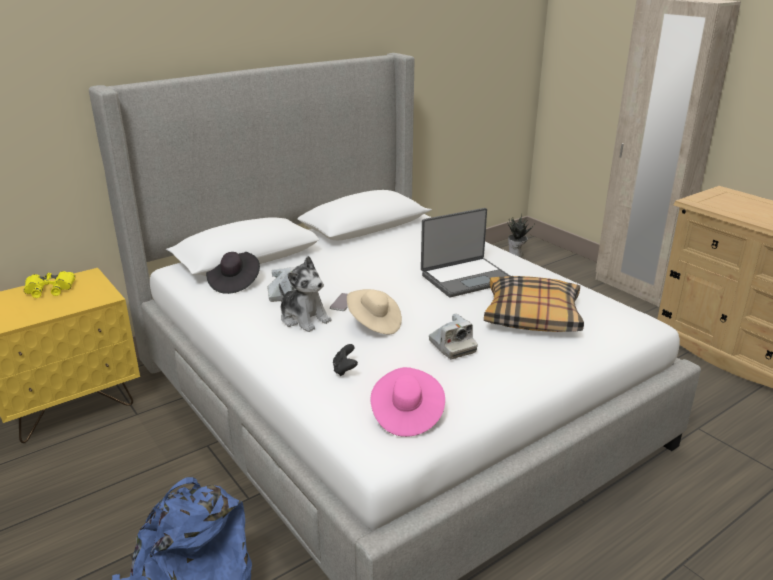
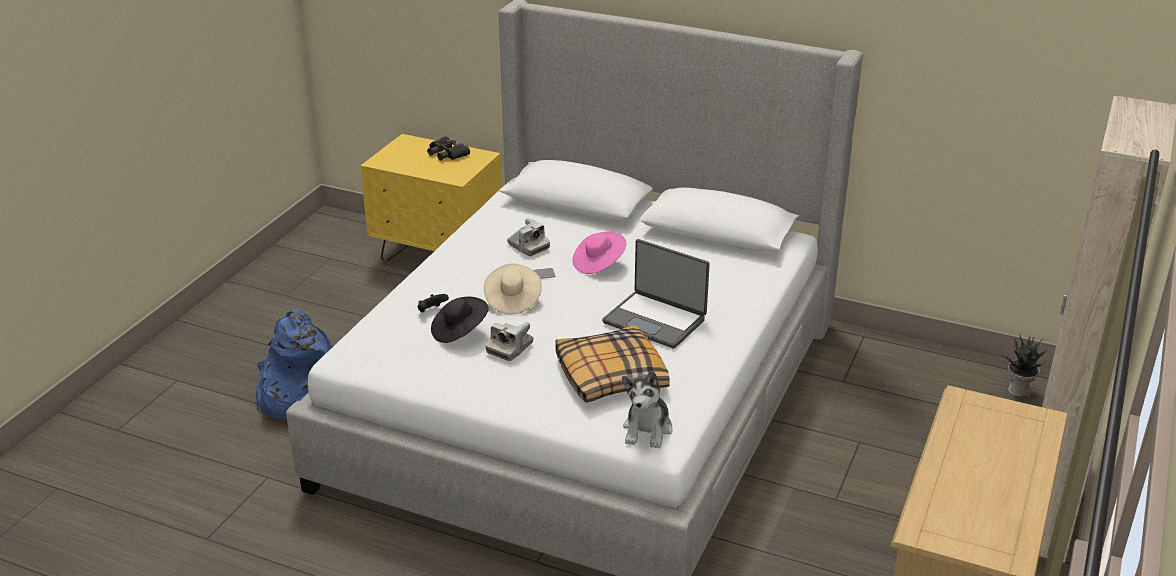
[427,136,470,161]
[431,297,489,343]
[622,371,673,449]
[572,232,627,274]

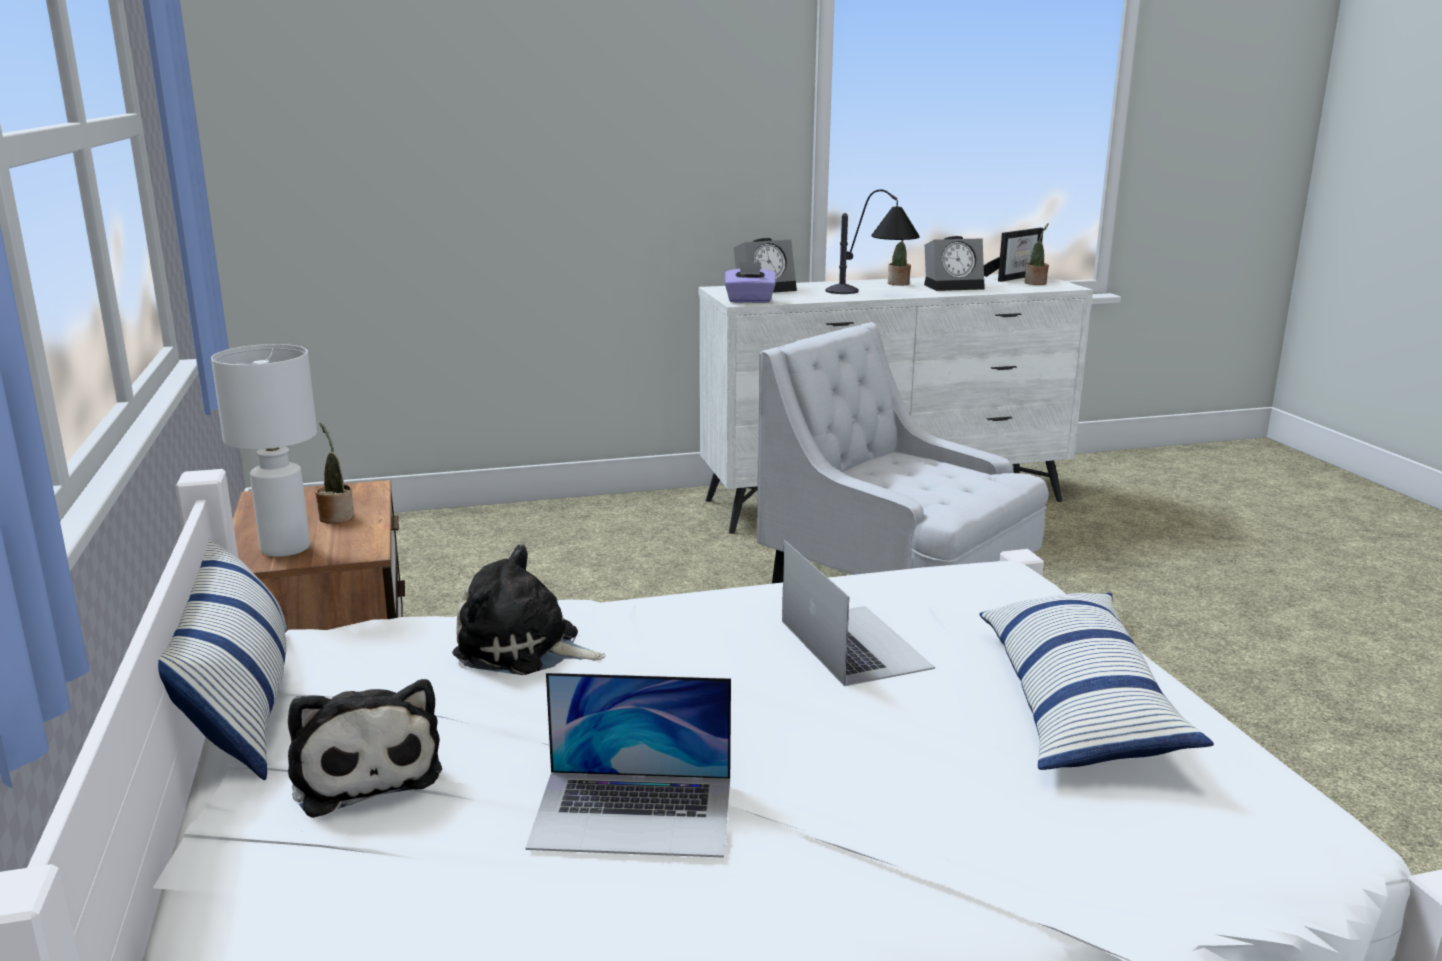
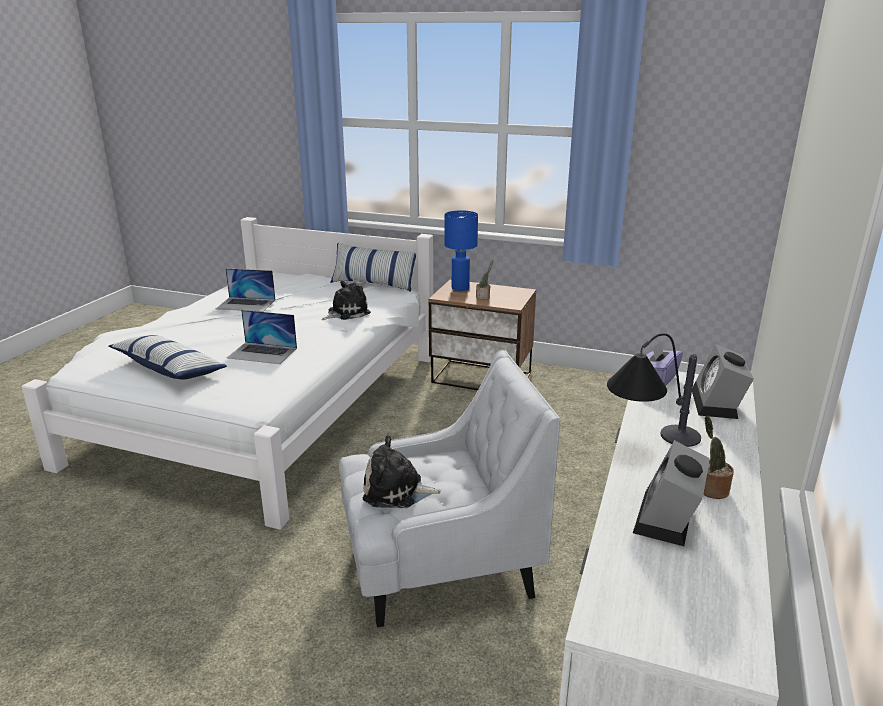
[444,210,478,291]
[363,435,441,508]
[216,268,275,312]
[984,228,1043,282] (first image)
[1024,223,1049,285] (first image)

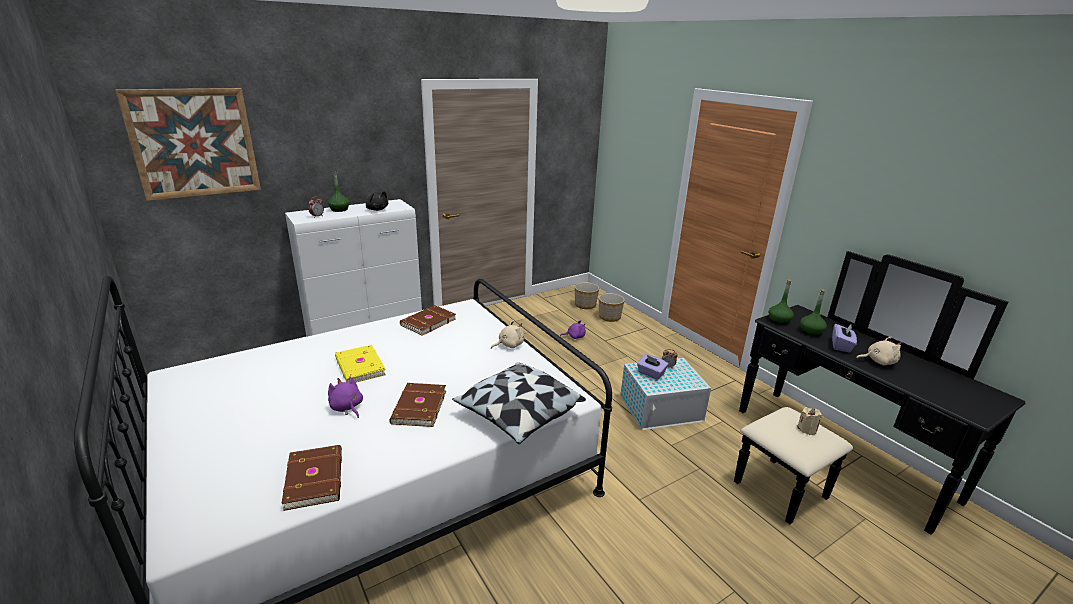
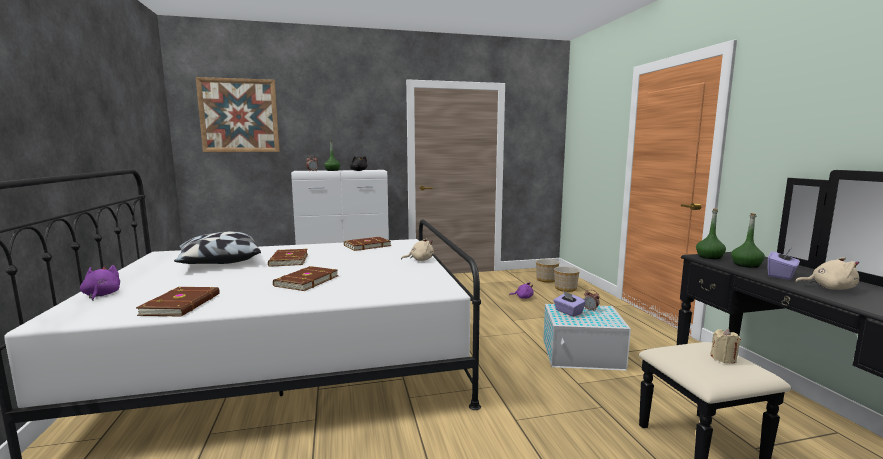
[80,265,120,301]
[268,249,308,267]
[174,231,261,264]

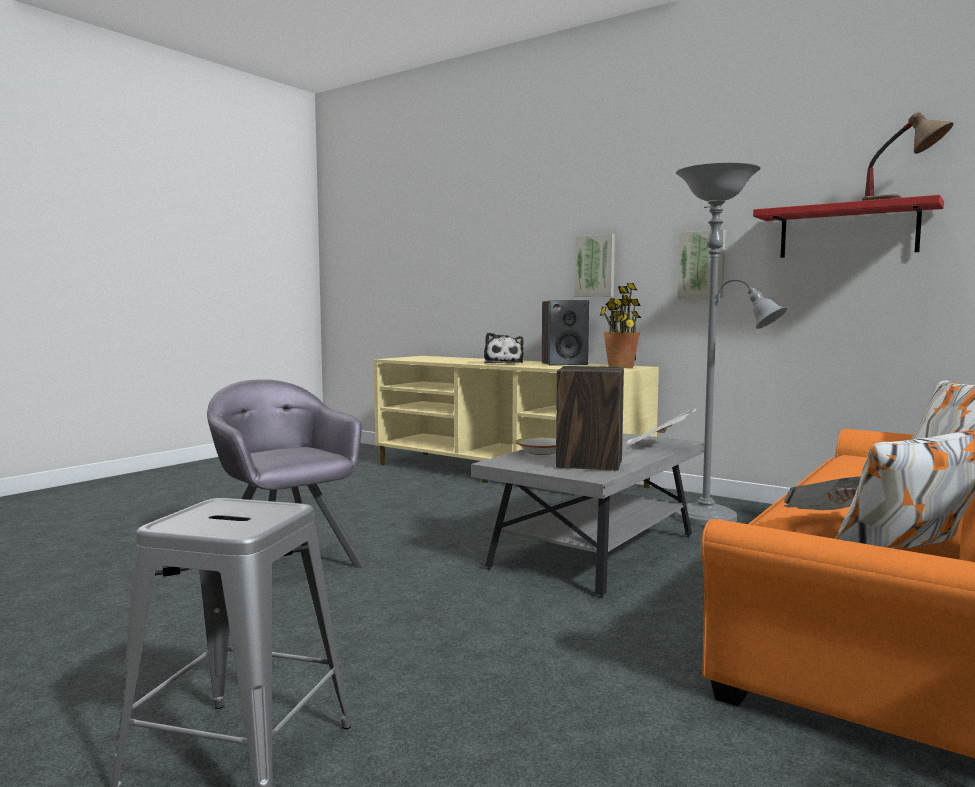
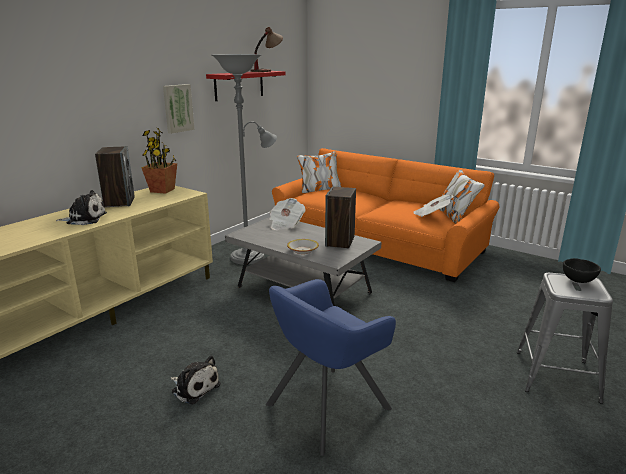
[266,279,396,456]
[574,234,615,297] (first image)
[171,355,221,404]
[563,258,601,283]

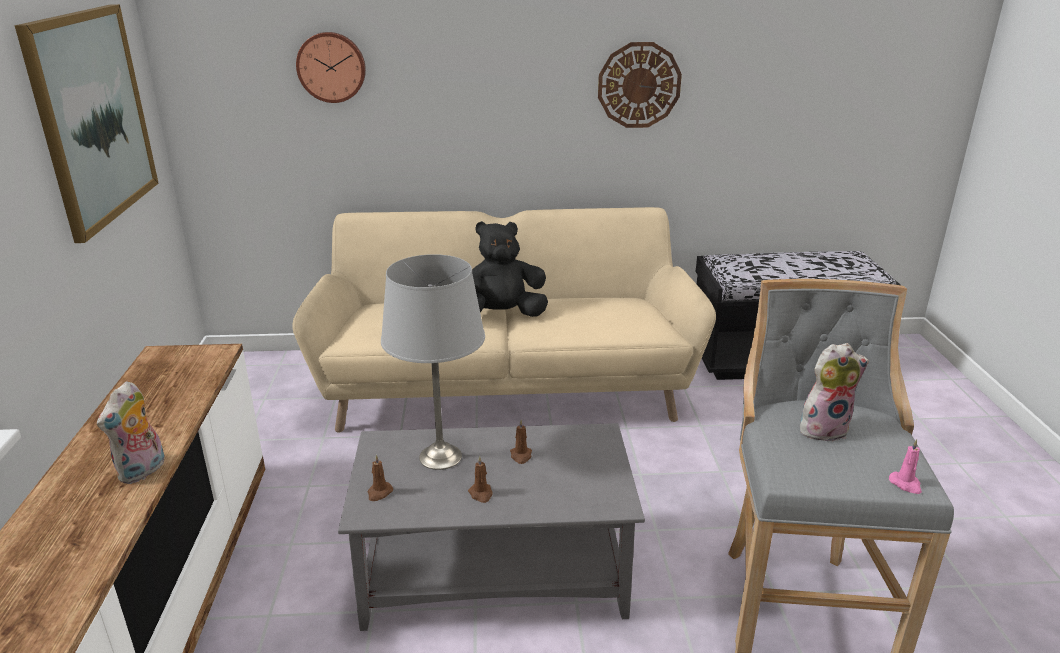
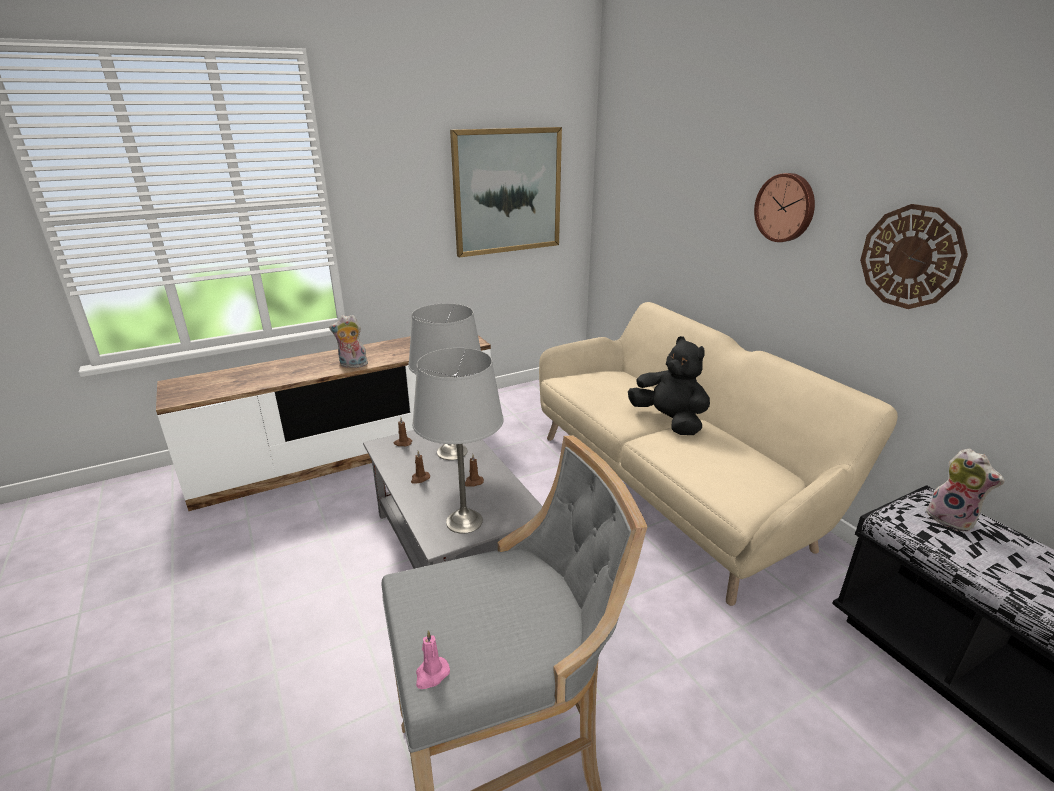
[754,173,815,242]
[926,448,1005,531]
[412,348,504,534]

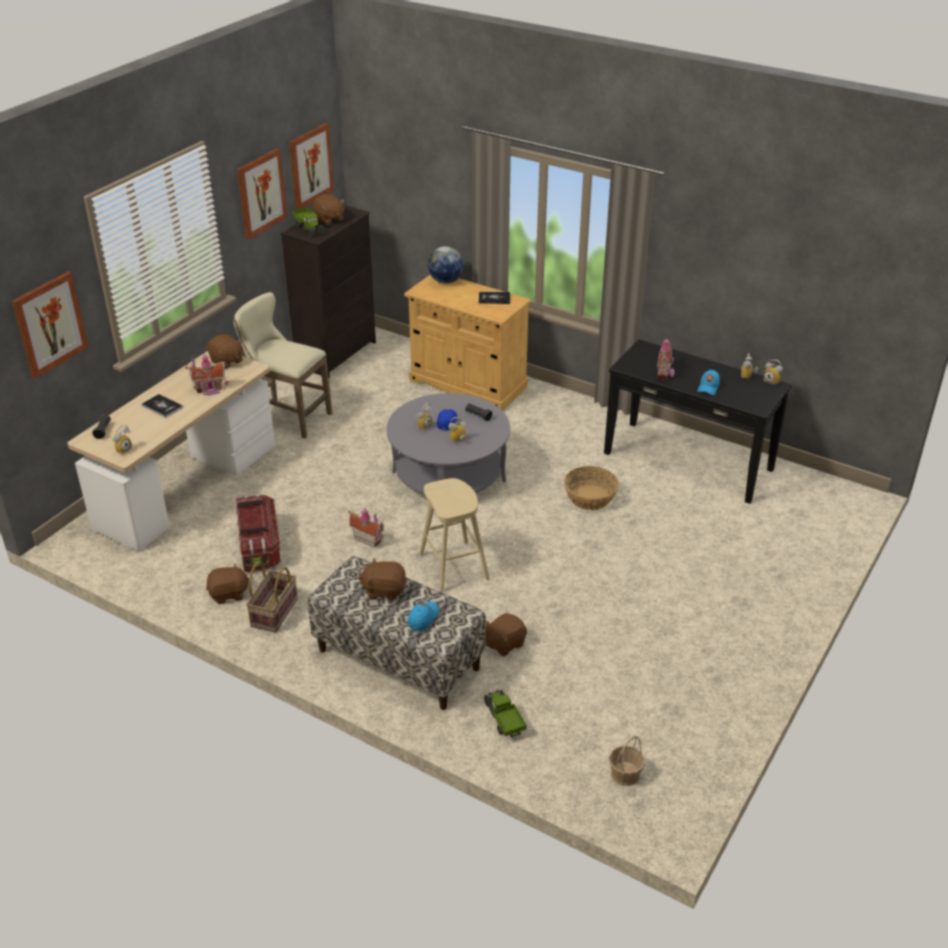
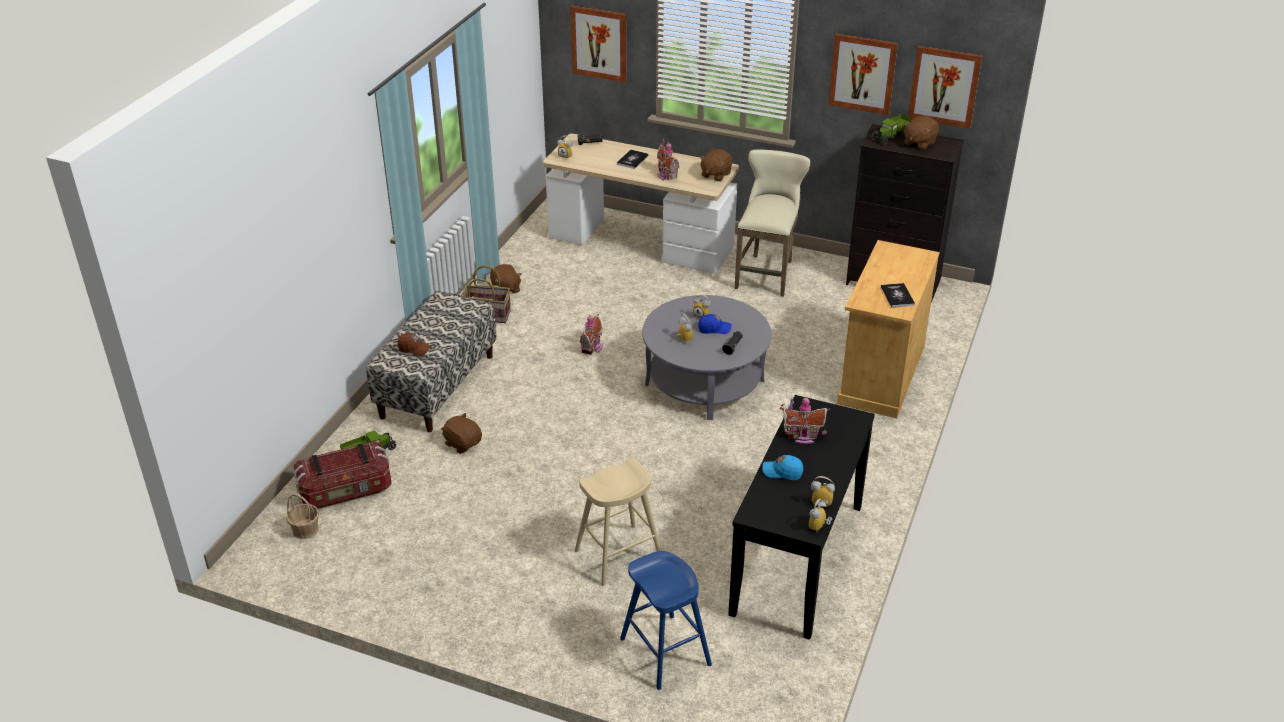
[294,441,392,509]
[358,558,407,601] (first image)
[398,333,431,356]
[575,458,661,586]
[428,246,464,284] (first image)
[564,466,619,510] (first image)
[620,551,712,690]

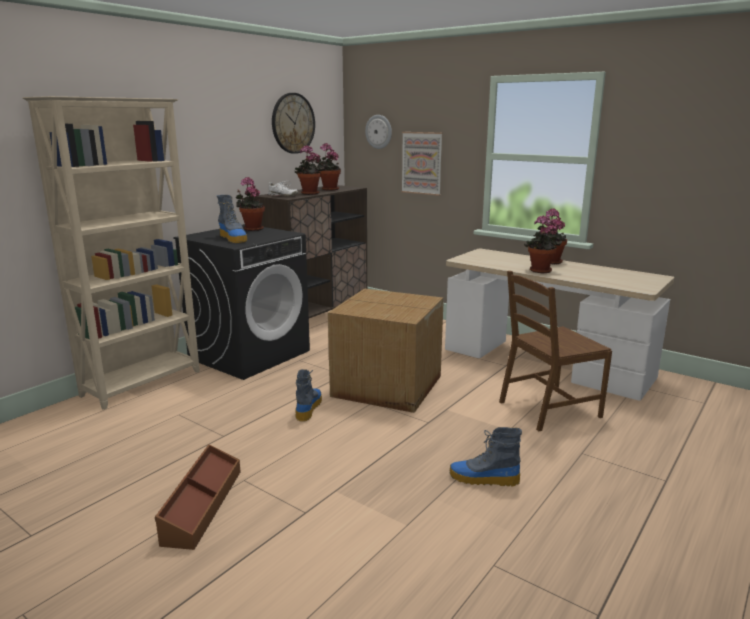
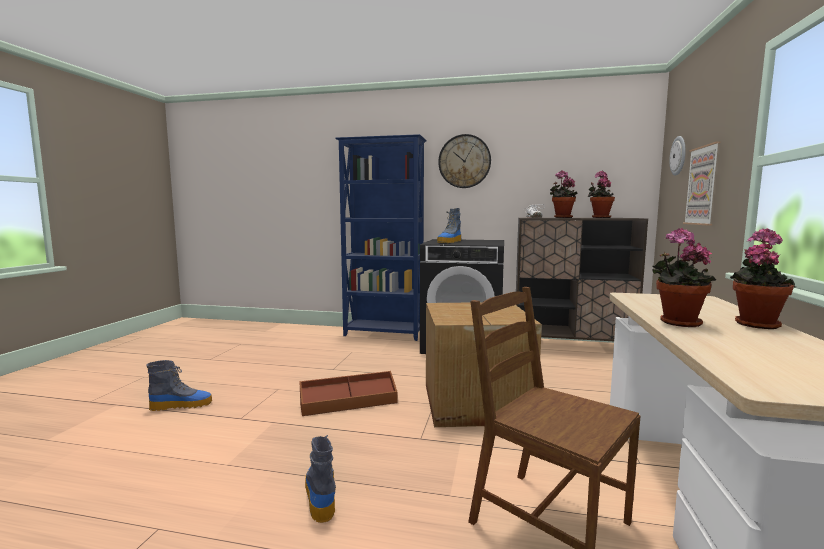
[335,134,427,341]
[299,371,398,416]
[236,177,265,231] (first image)
[438,134,491,188]
[146,360,212,411]

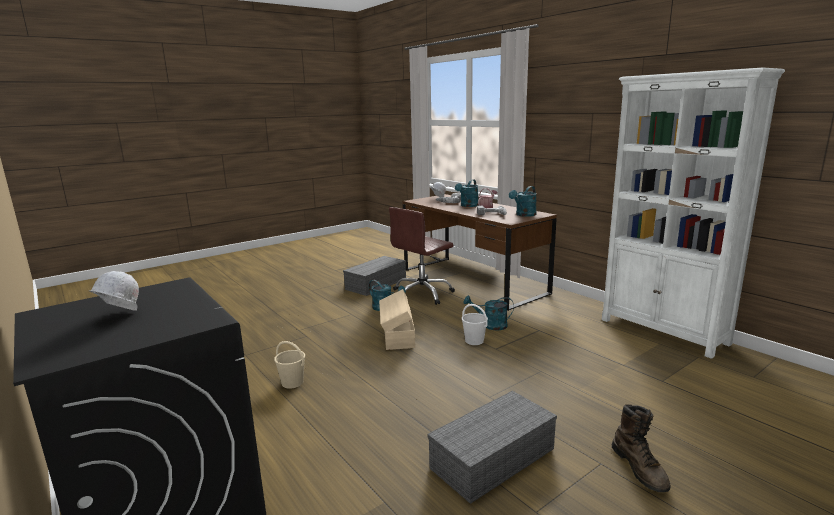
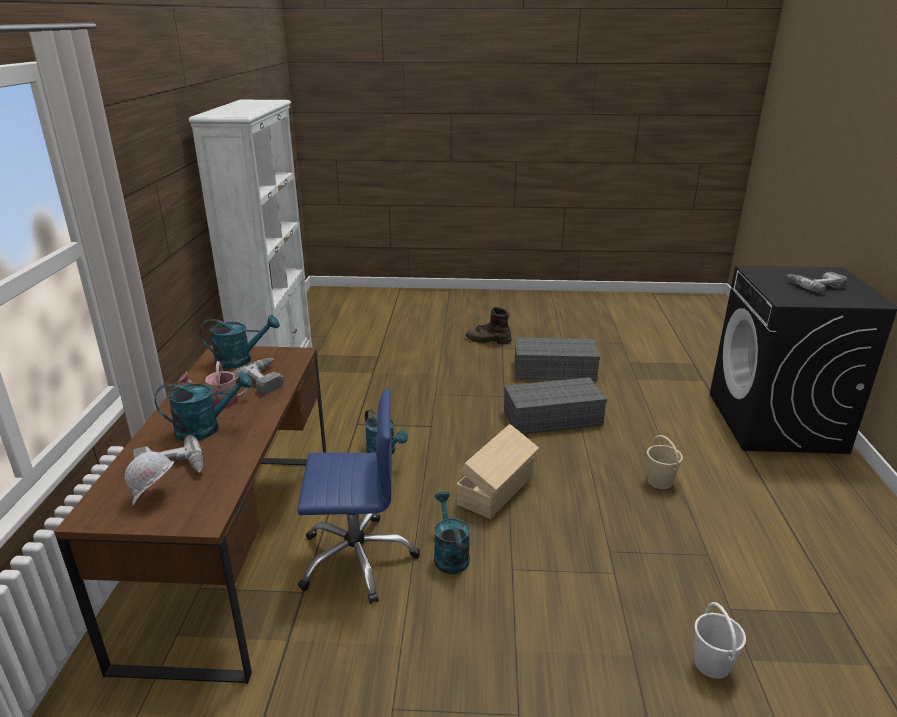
[787,272,848,293]
[504,377,607,434]
[298,388,420,604]
[694,602,746,679]
[466,307,511,344]

